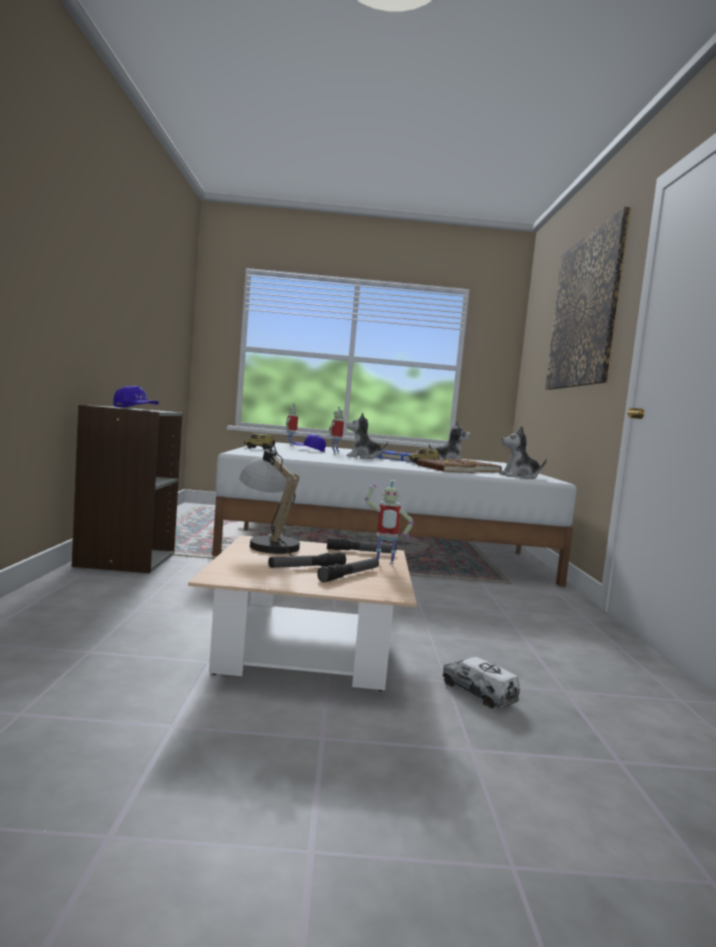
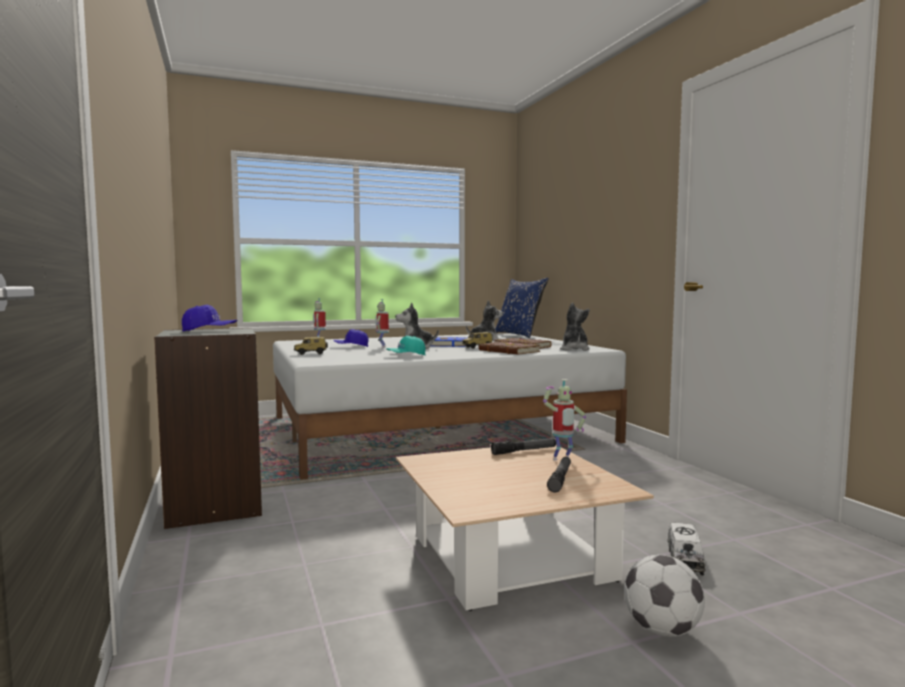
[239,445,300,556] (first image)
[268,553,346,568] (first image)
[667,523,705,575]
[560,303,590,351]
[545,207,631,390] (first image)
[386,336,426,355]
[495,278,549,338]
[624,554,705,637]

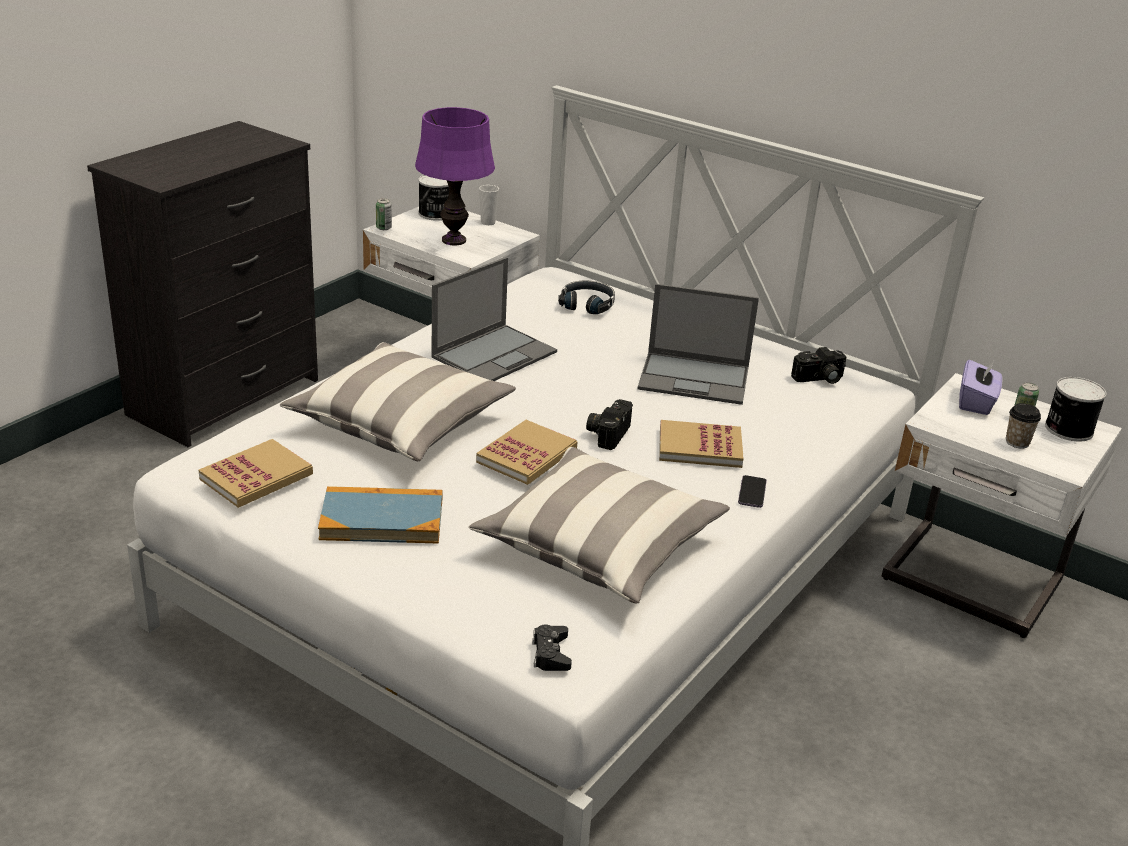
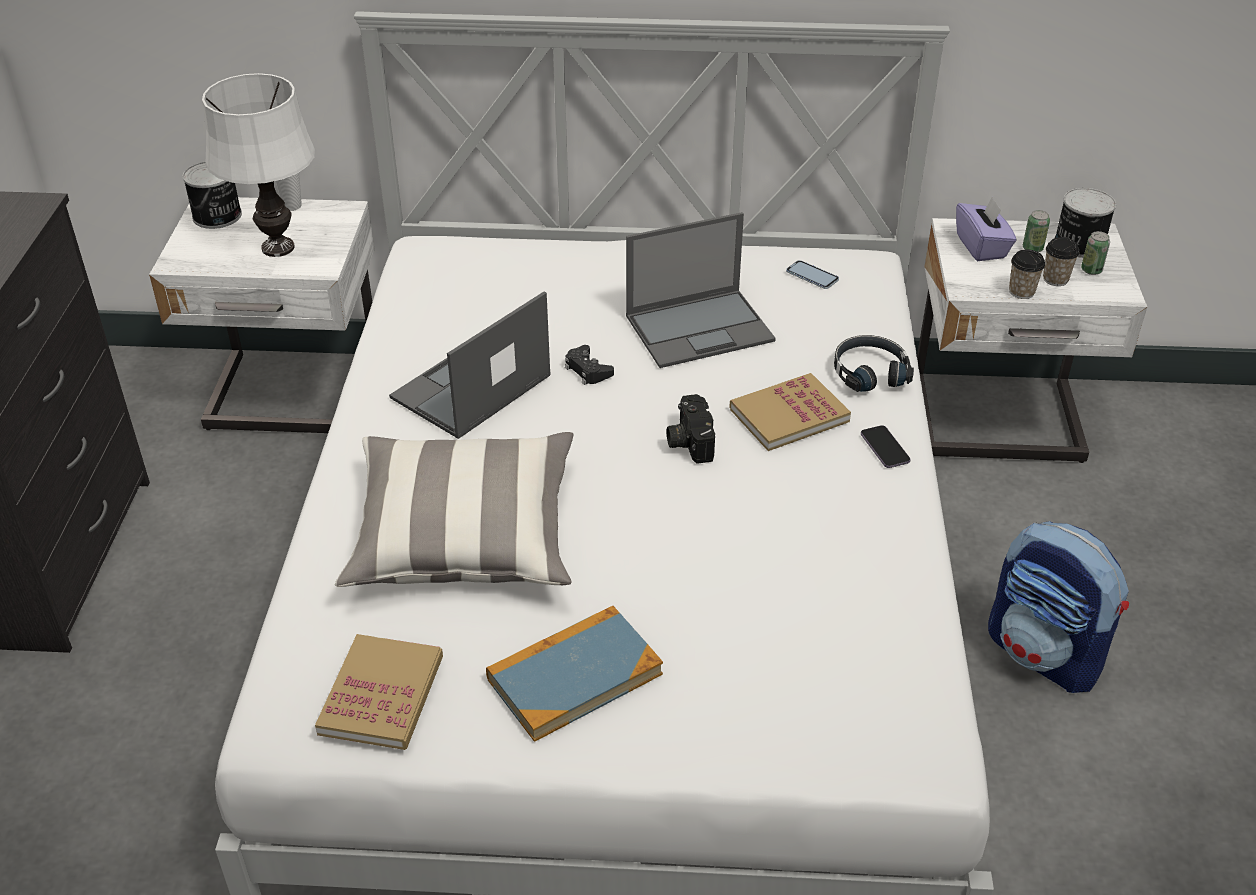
[1081,231,1110,275]
[202,73,315,257]
[389,292,551,439]
[469,447,730,604] (first image)
[476,420,577,485] (first image)
[565,345,614,385]
[834,335,914,392]
[786,260,839,289]
[988,521,1129,693]
[1009,249,1045,299]

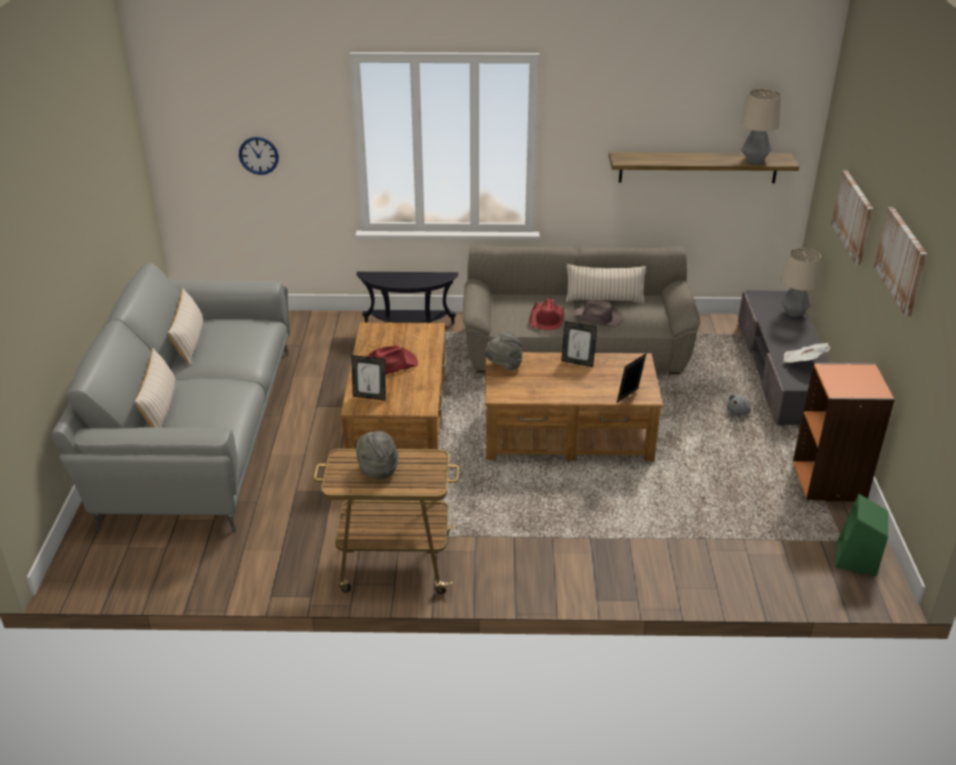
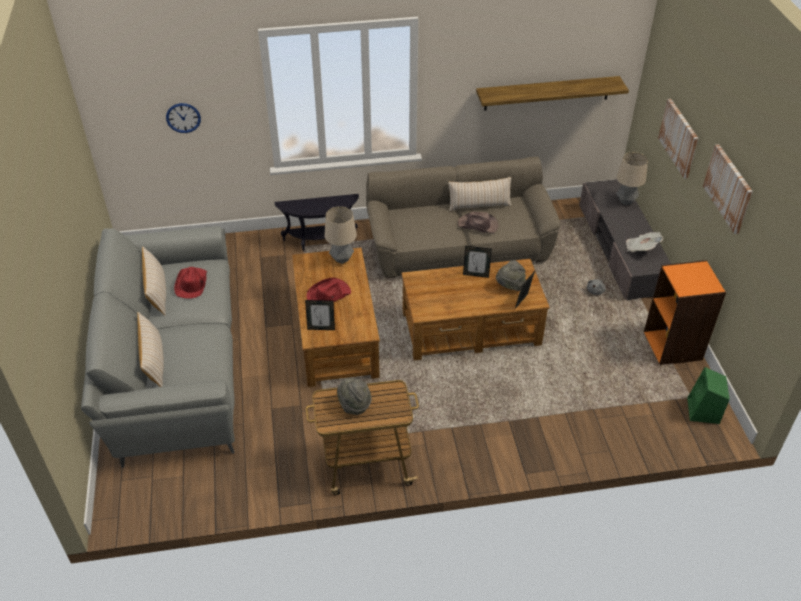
[496,260,526,291]
[174,267,207,299]
[324,206,357,264]

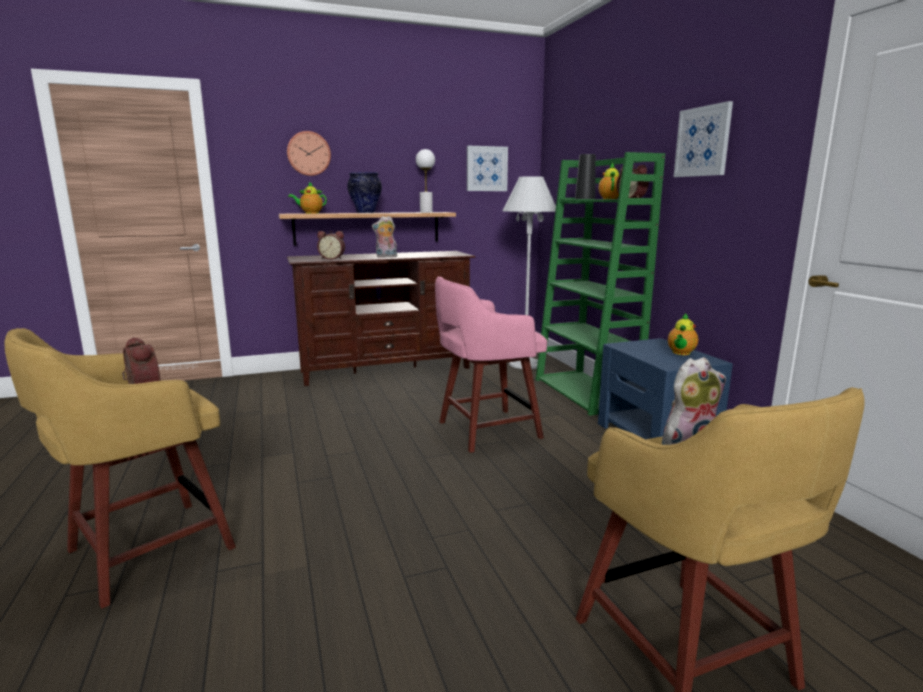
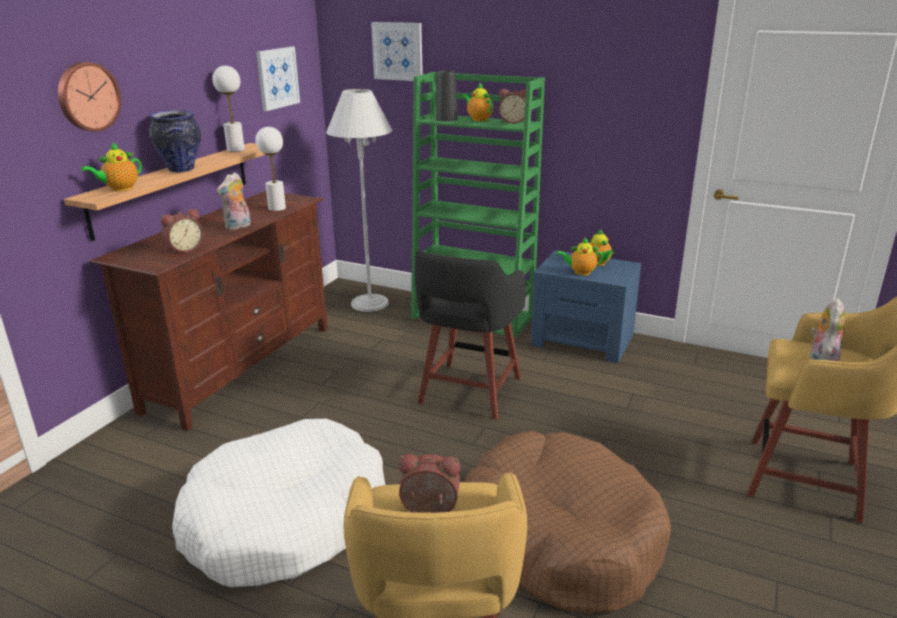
[415,251,526,420]
[371,22,423,81]
[172,419,385,587]
[256,127,286,211]
[465,431,671,613]
[556,238,603,276]

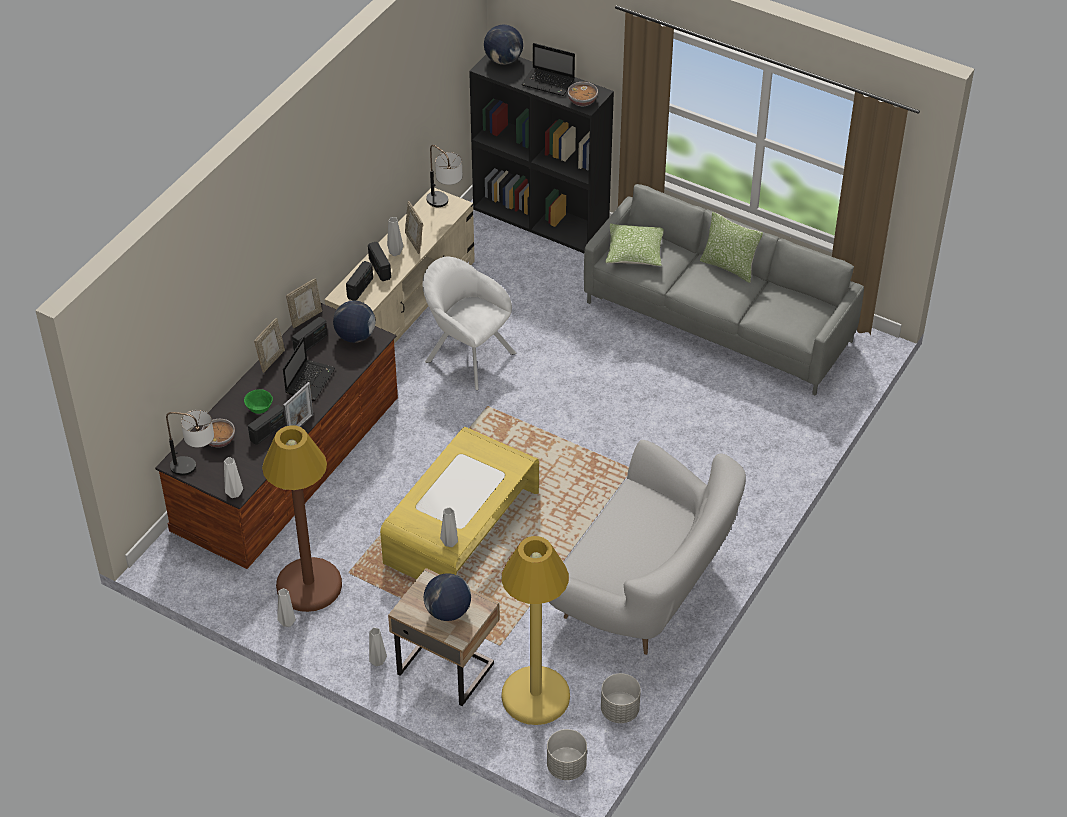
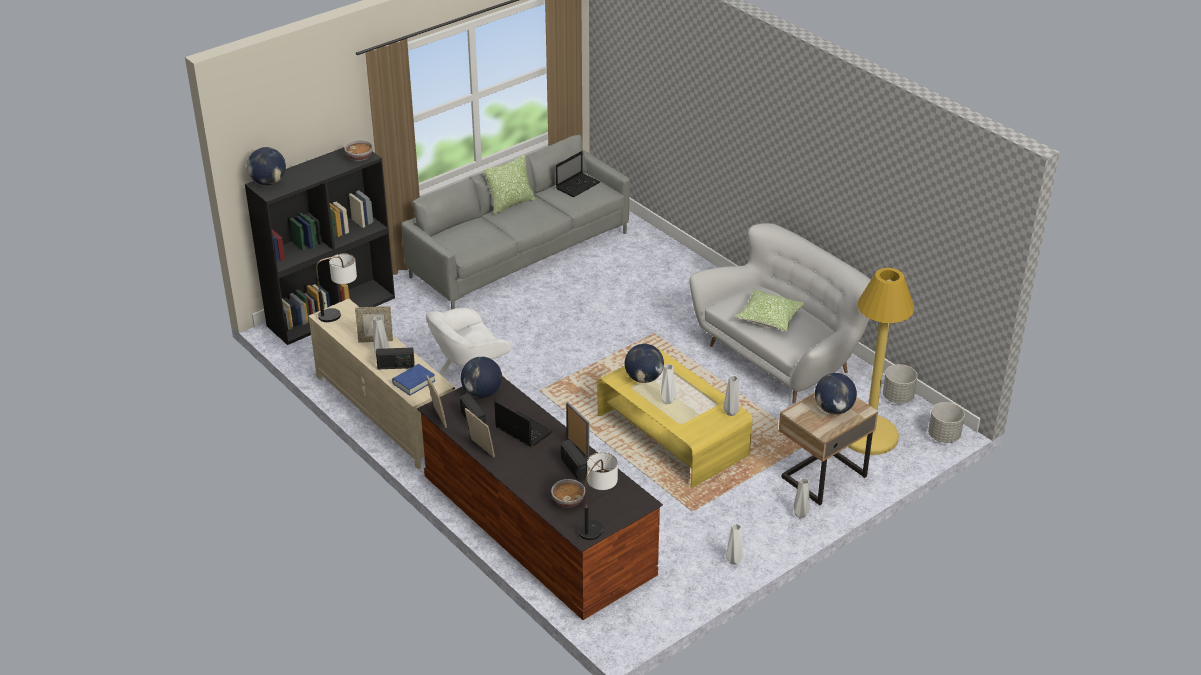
[661,364,676,404]
[244,389,273,414] (first image)
[262,425,342,612] (first image)
[392,364,436,396]
[556,151,600,197]
[736,290,804,332]
[625,344,664,383]

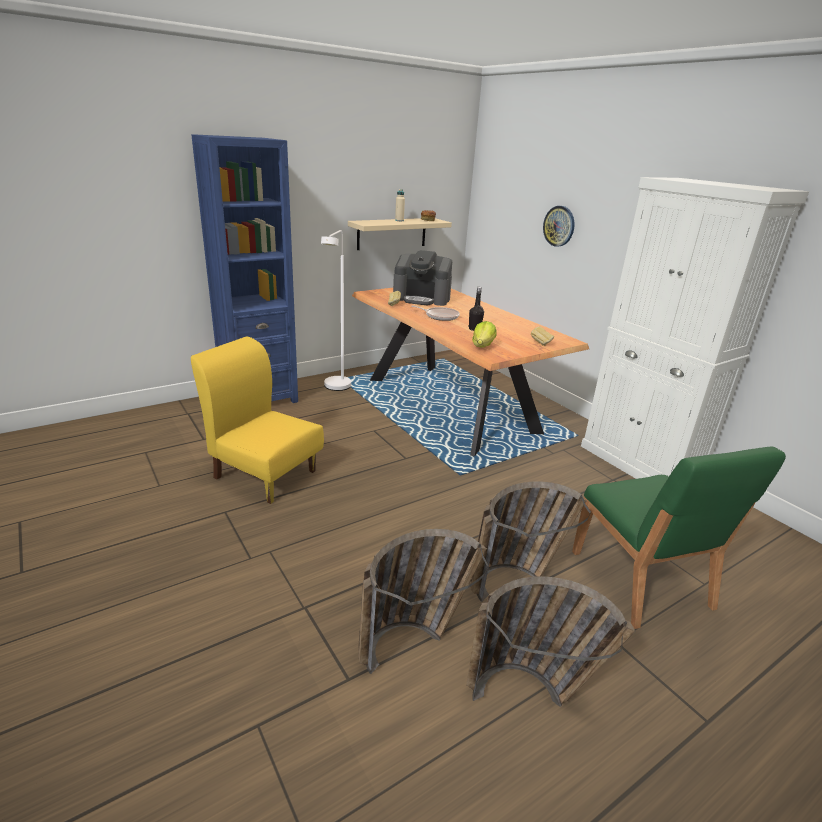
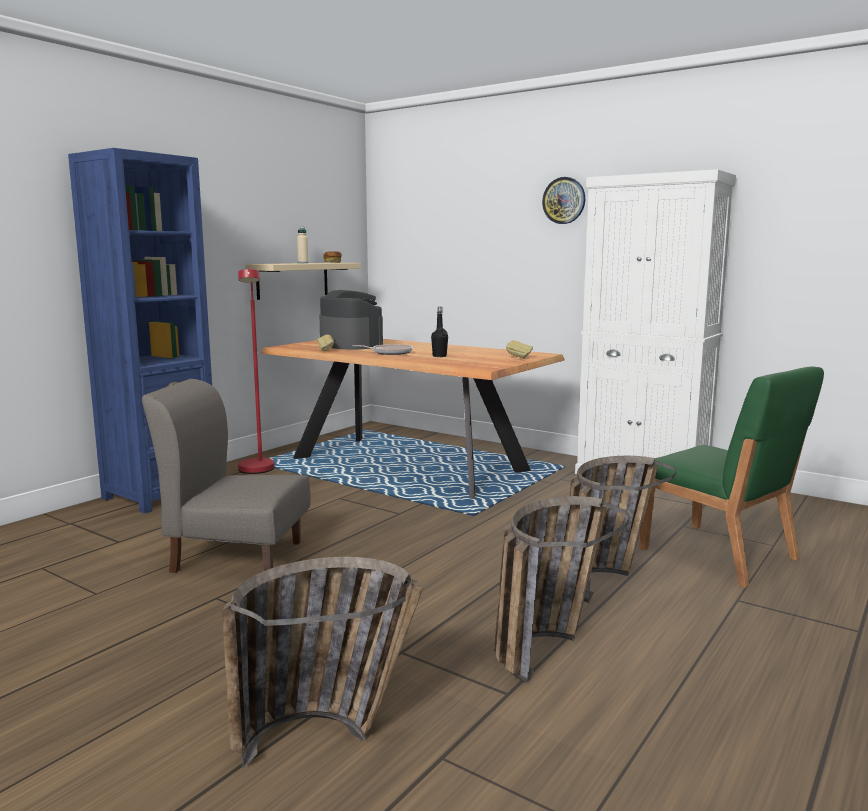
[142,379,311,573]
[238,268,274,474]
[320,290,383,350]
[222,557,424,768]
[472,321,497,347] (first image)
[542,177,585,224]

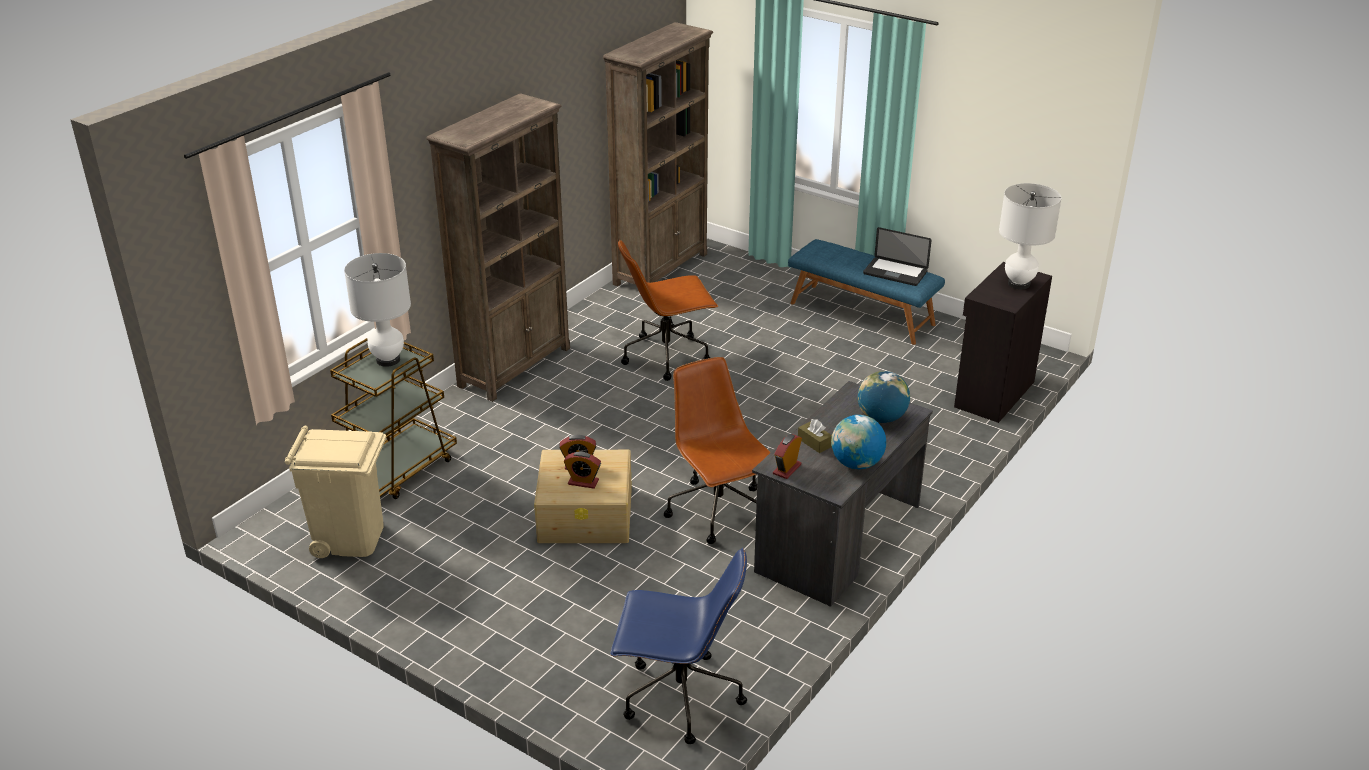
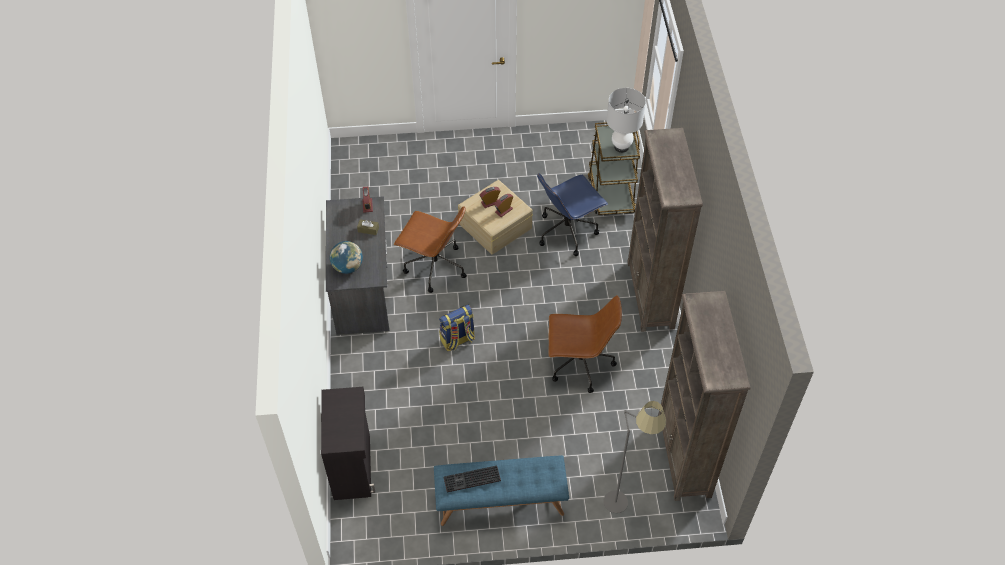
[285,426,386,558] (first image)
[537,173,608,256]
[549,295,622,393]
[831,415,886,469] (first image)
[444,466,501,492]
[999,183,1062,290] (first image)
[439,305,475,351]
[604,401,666,513]

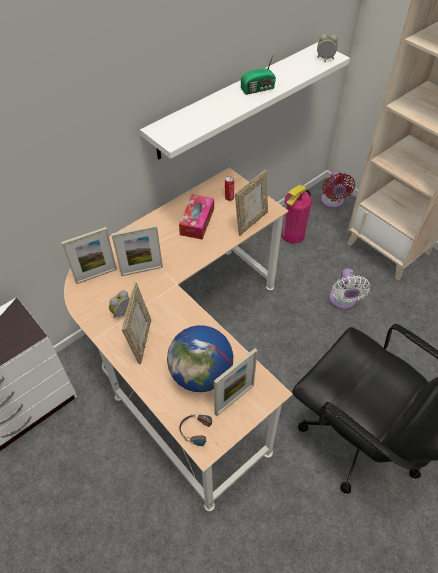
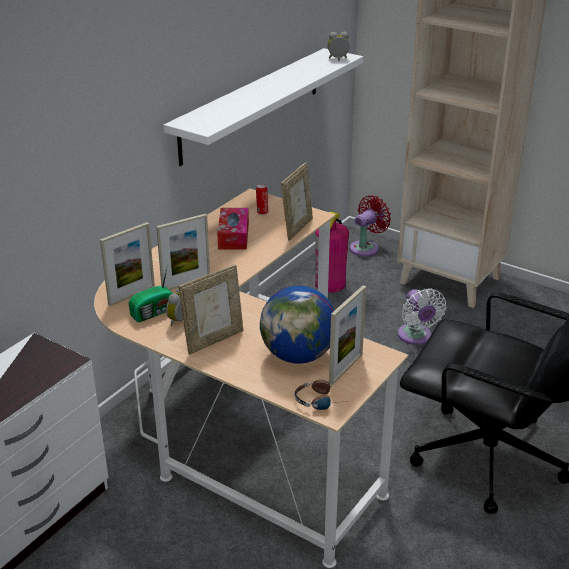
[178,265,244,354]
[129,264,173,322]
[350,195,391,256]

